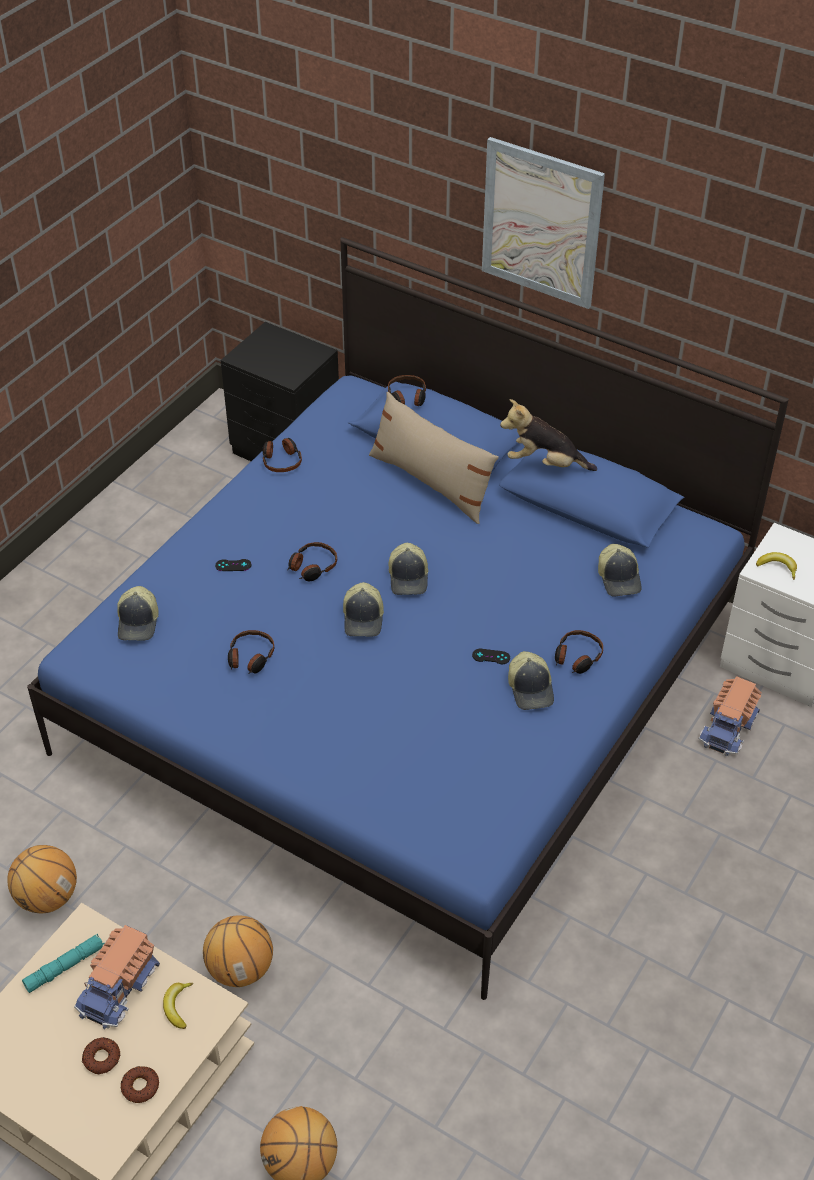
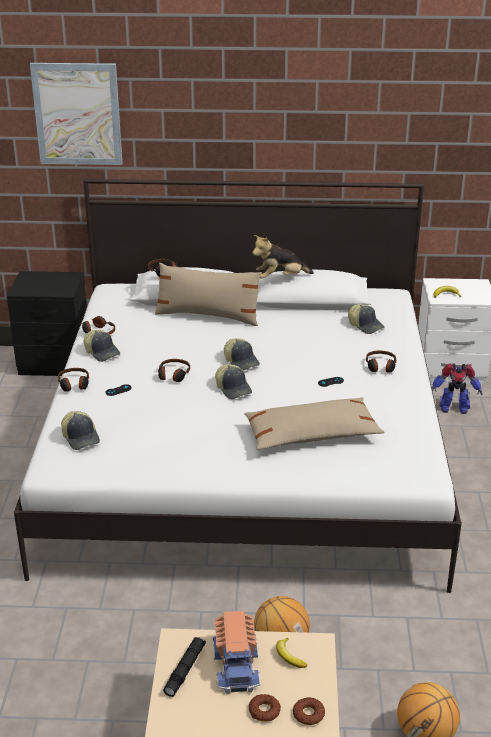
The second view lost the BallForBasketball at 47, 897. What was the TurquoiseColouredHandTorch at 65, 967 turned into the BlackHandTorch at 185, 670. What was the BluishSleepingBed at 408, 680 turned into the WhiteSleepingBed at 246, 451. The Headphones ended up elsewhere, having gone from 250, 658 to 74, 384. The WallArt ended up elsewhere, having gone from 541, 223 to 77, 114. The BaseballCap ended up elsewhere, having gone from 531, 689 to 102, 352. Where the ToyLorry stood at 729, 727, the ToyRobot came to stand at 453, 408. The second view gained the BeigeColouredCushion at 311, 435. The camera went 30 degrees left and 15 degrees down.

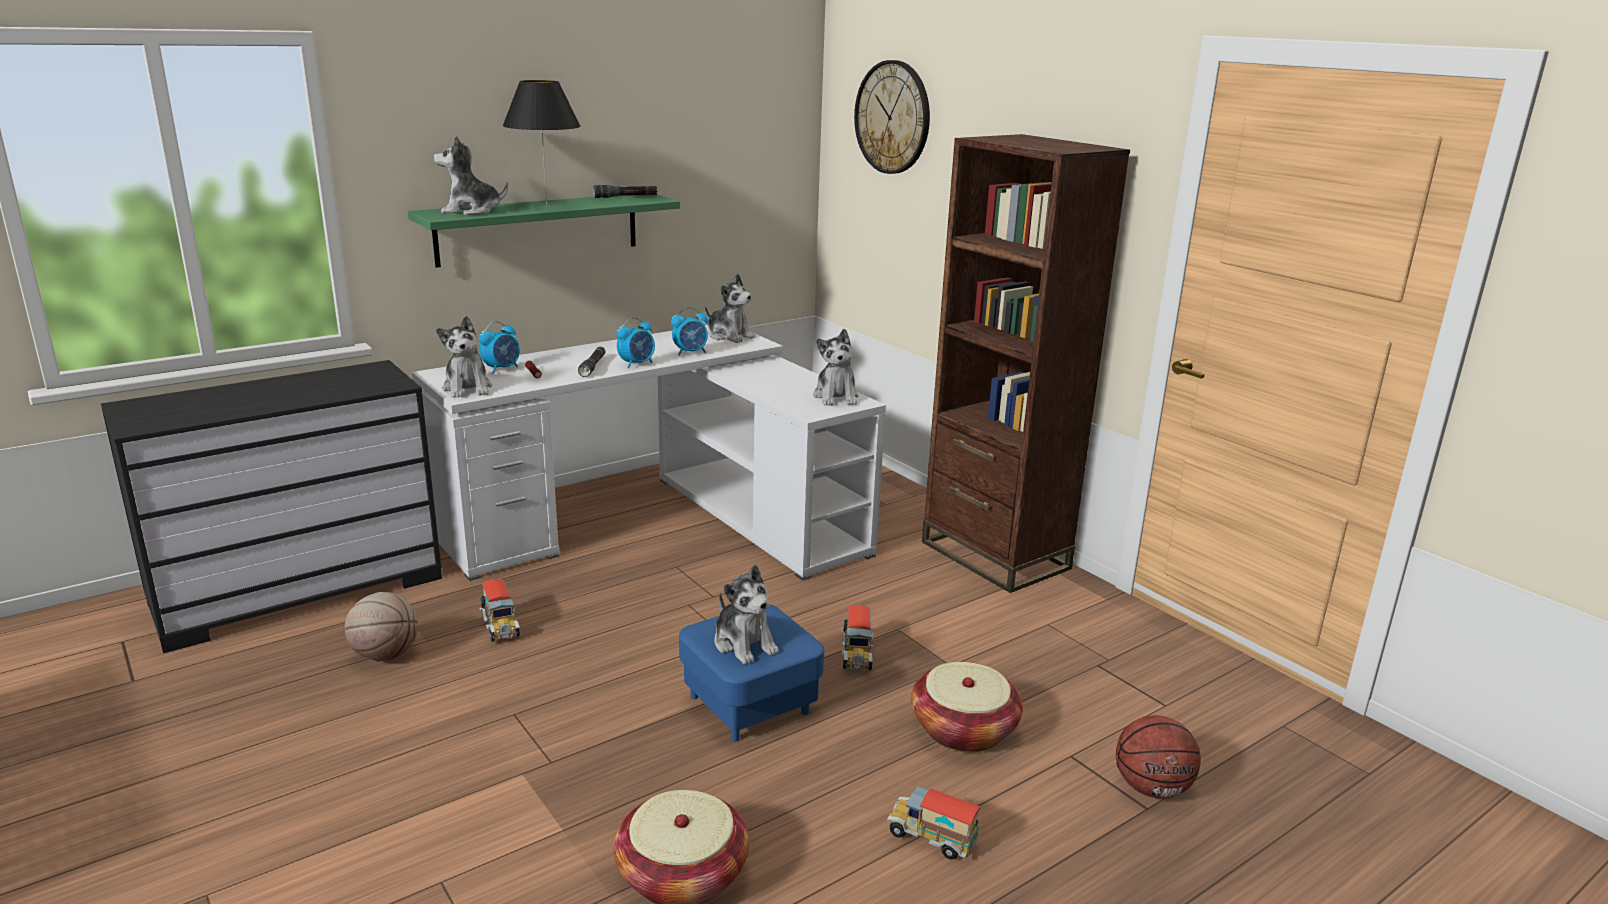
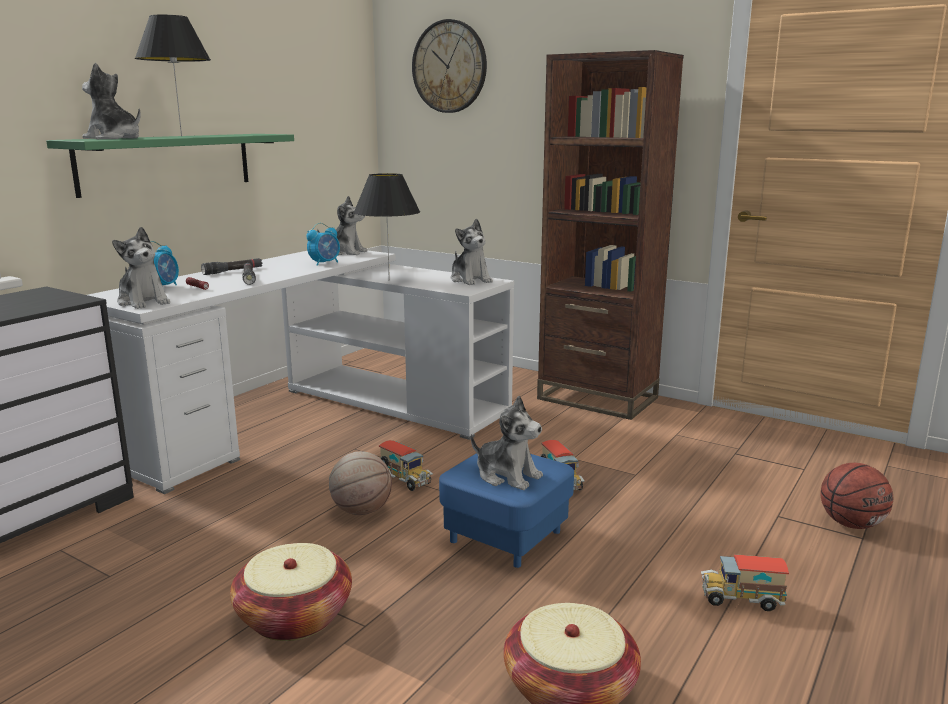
The BallForBasketball ended up elsewhere, having gone from 386, 655 to 361, 510. The PlushToy at 471, 211 ended up facing another way, 45 degrees clockwise from before. The ToyLorry ended up elsewhere, having gone from 500, 628 to 404, 481. The BlackHandTorch ended up elsewhere, having gone from 625, 197 to 233, 271. The second view lost the AlarmClock at 637, 364. The Basket ended up elsewhere, having gone from 963, 730 to 294, 617. The second view gained the BlackLampForATable at 389, 280. The camera went 20 degrees left and 5 degrees down.

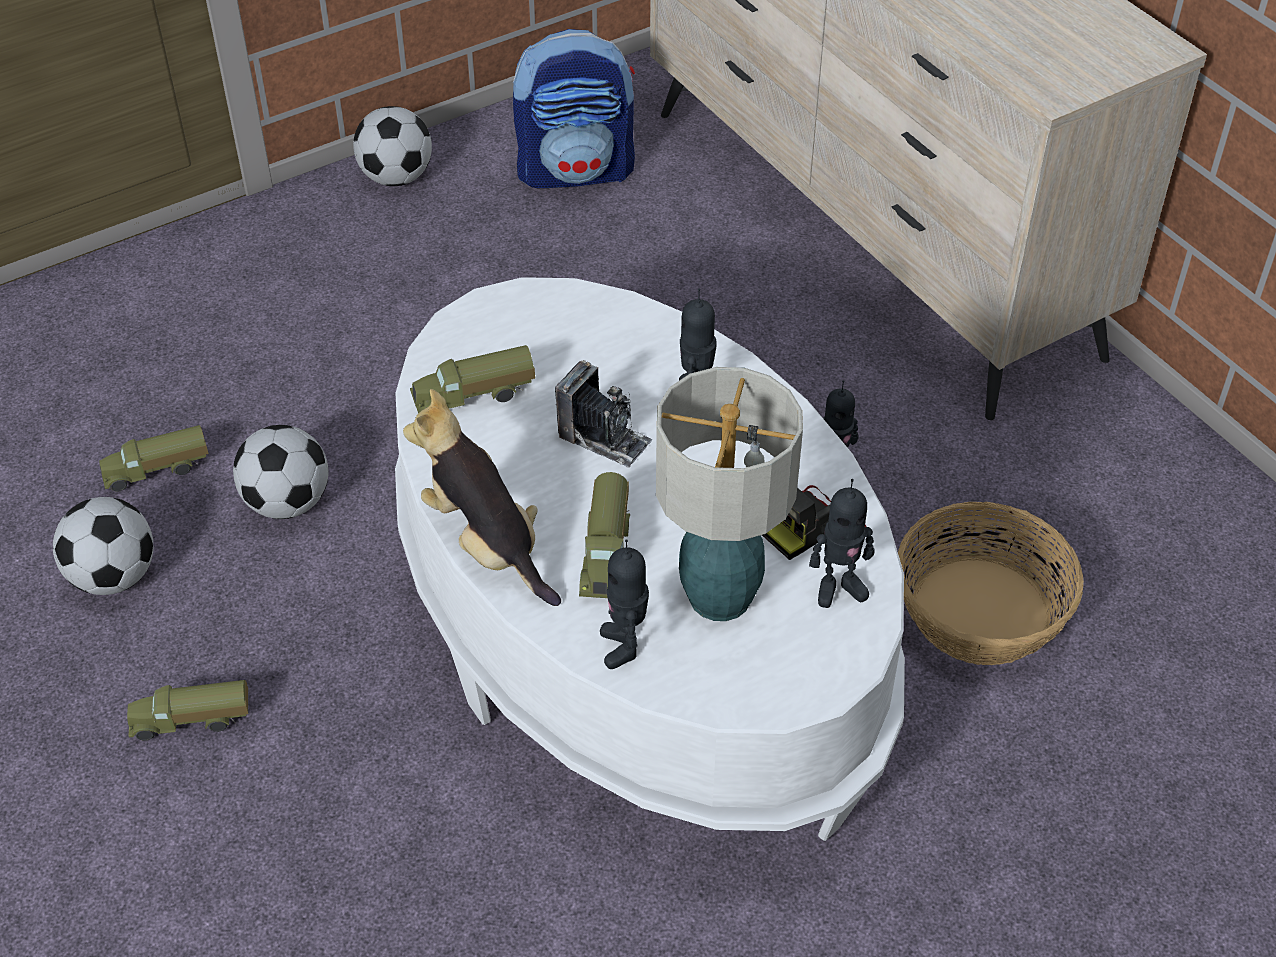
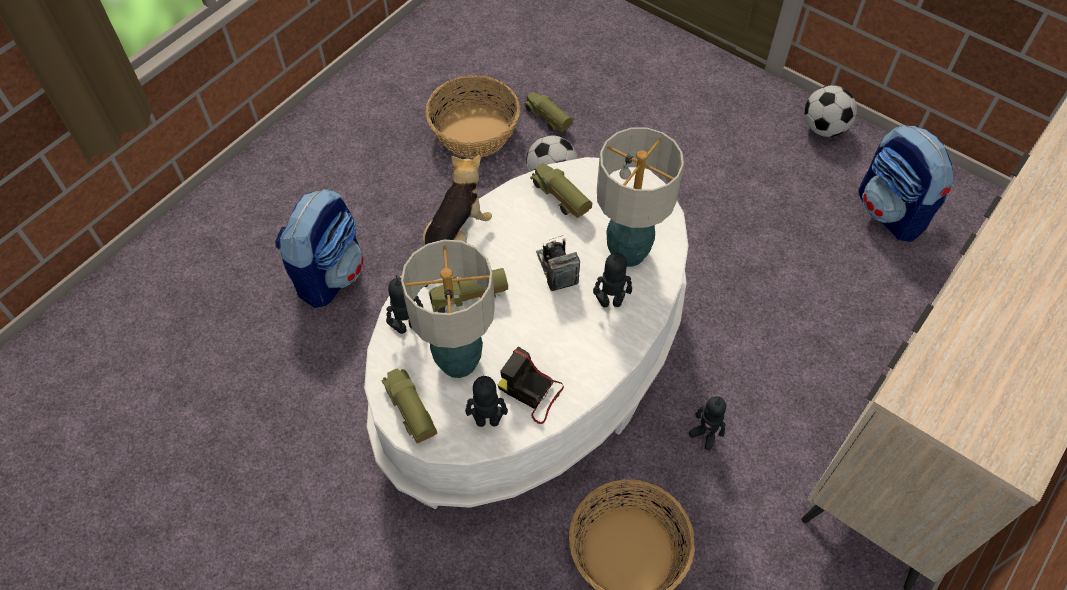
Where the Football stood at 114, 576, the Basket came to stand at 475, 131. The ToyLorry ended up elsewhere, having gone from 192, 722 to 410, 411. The StillCamera at 604, 438 ended up facing another way, 150 degrees clockwise from before. The ToyRobot at 838, 588 ended up facing another way, 120 degrees clockwise from before. The second view gained the Knapsack at 330, 274. The second view gained the LampForATable at 627, 252. The camera went 70 degrees right and 10 degrees up.

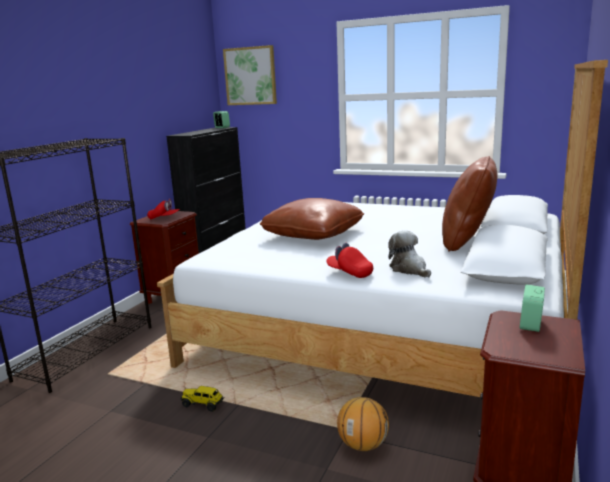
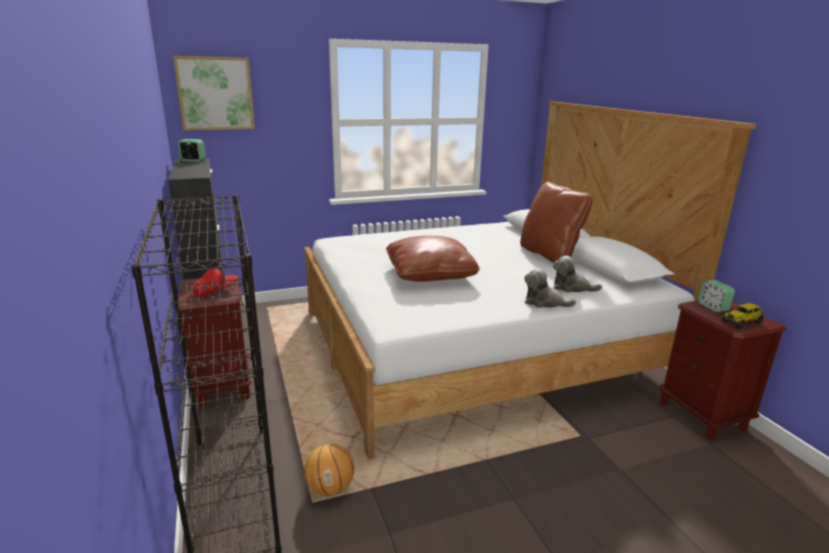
The ToyLorry ended up elsewhere, having gone from 203, 404 to 741, 322. Where the RedBaseballCap stood at 349, 273, the PlushToy came to stand at 544, 302. The BallForBasketball ended up elsewhere, having gone from 363, 445 to 330, 488. The camera went 45 degrees left and 5 degrees up.

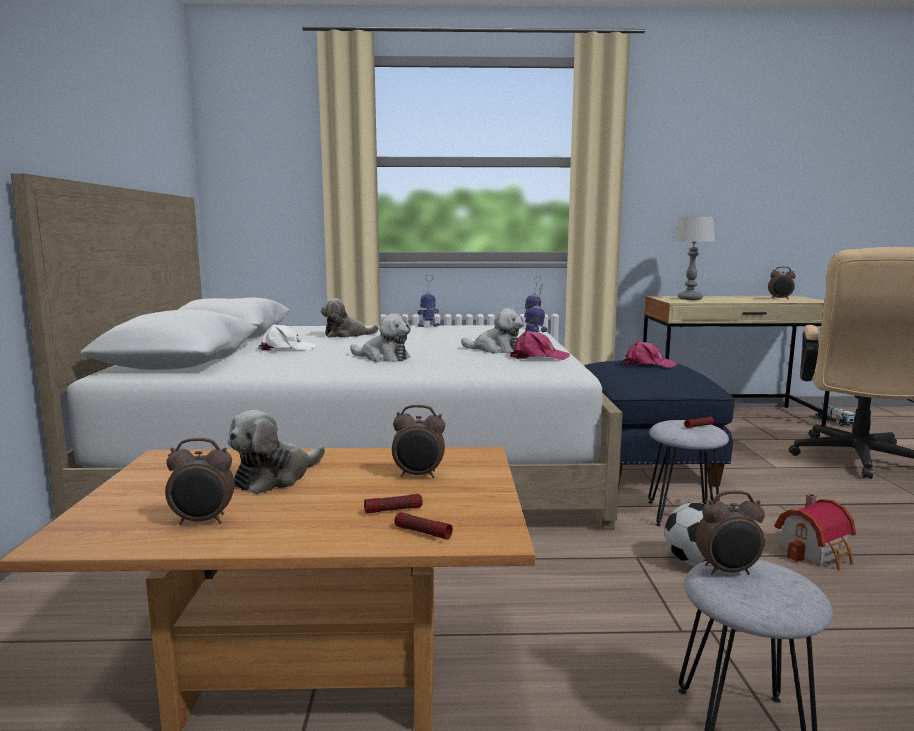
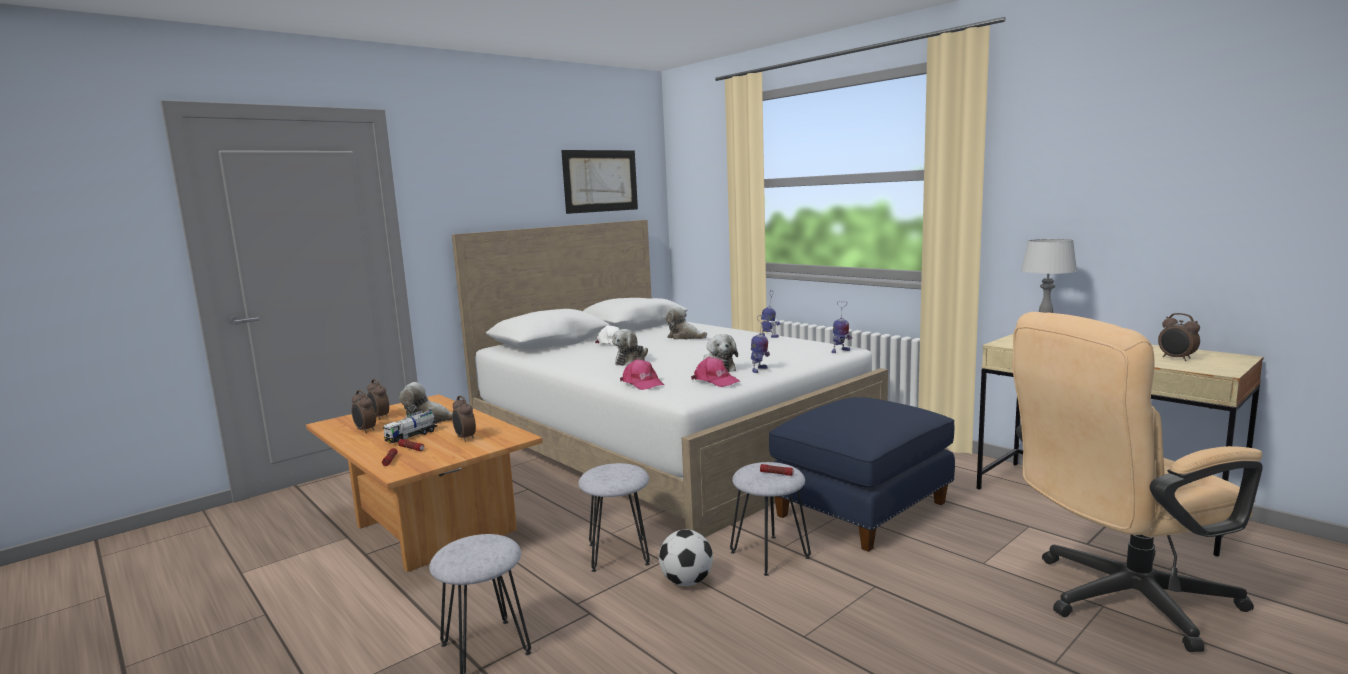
The PlushToy at 383, 358 ended up facing another way, 45 degrees clockwise from before. The PinkishBaseballCap ended up elsewhere, having gone from 648, 364 to 642, 383. The AlarmClock ended up elsewhere, having gone from 727, 572 to 379, 417. The second view lost the ModelHouse at 816, 553. The ToyLorry ended up elsewhere, having gone from 834, 421 to 412, 436. The second view gained the WallArt at 600, 181. The second view gained the GreySittingStool at 619, 554. The camera went 50 degrees right and 0 degrees up.

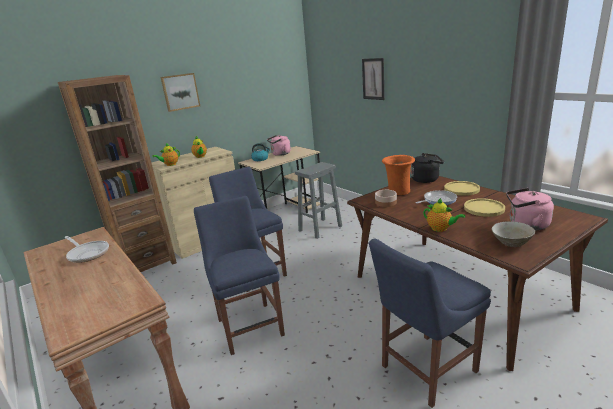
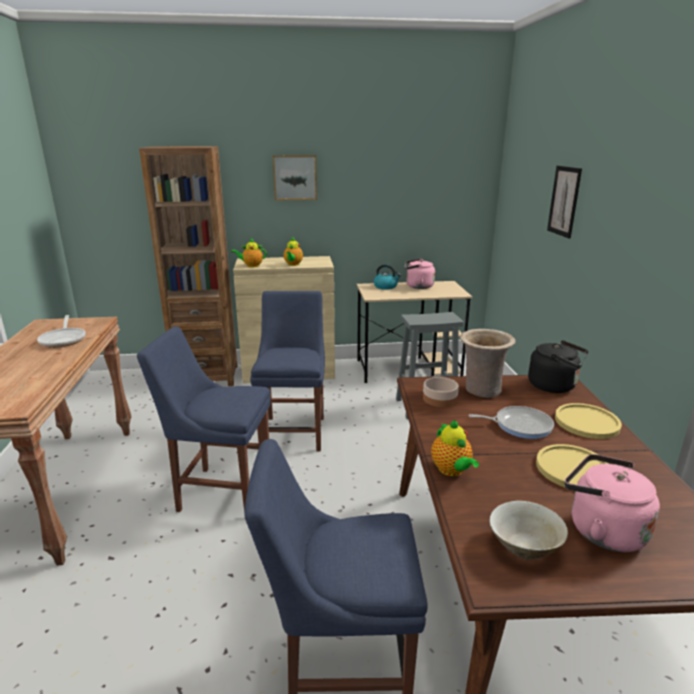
The BluishChair at 249, 325 ended up facing another way, 90 degrees counterclockwise from before. What was the OrangeColouredFlowerVase at 398, 192 turned into the BeigeColouredFlowerVase at 481, 390. The camera went 30 degrees right and 0 degrees up.

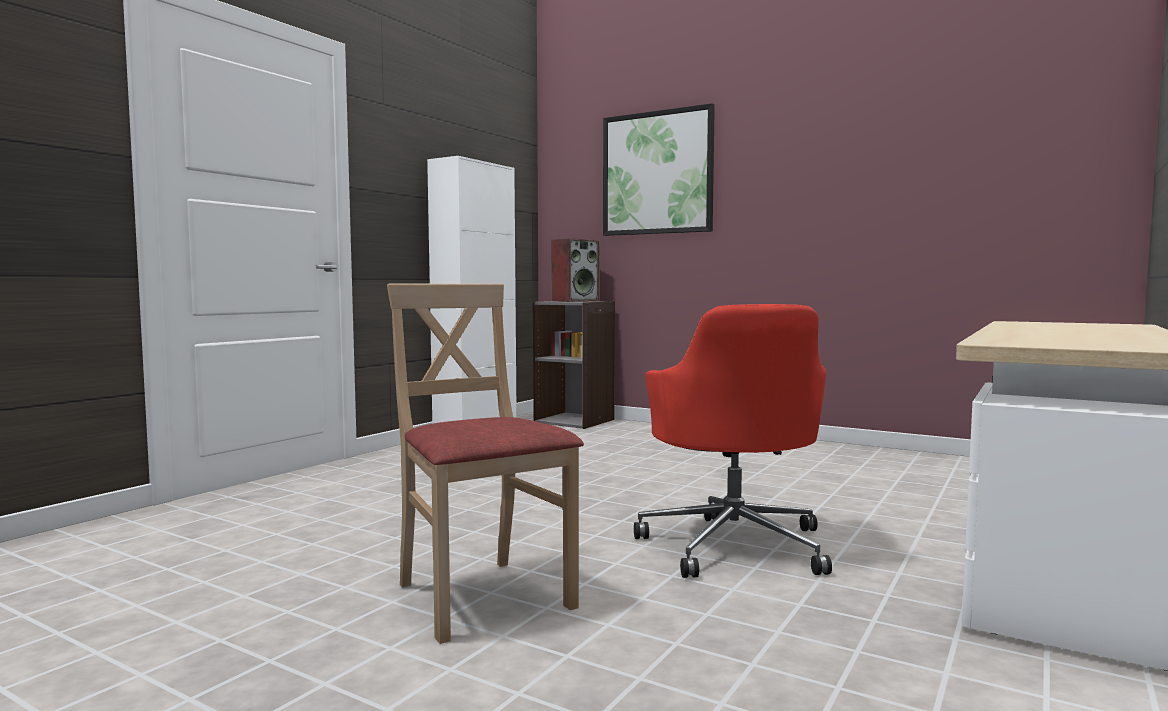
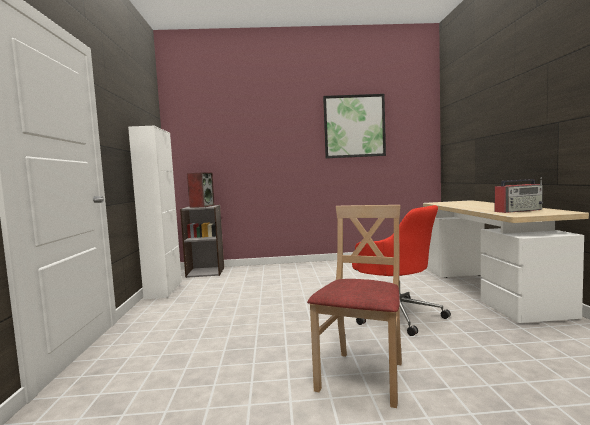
The BeigeColouredChair at 482, 597 ended up facing another way, 90 degrees clockwise from before. The WallArt ended up elsewhere, having gone from 657, 173 to 354, 126. The second view gained the RadioReceiver at 518, 210. The camera went 35 degrees left and 0 degrees up.

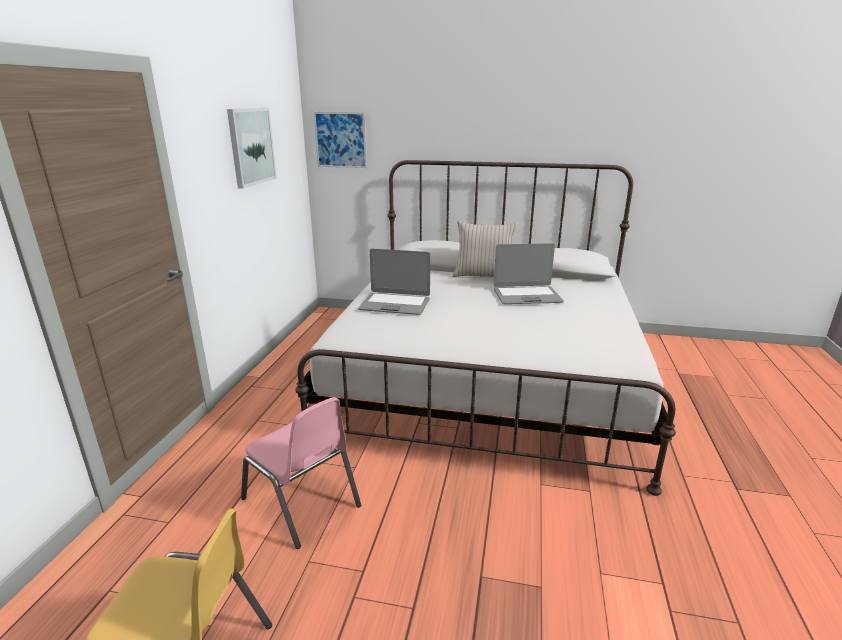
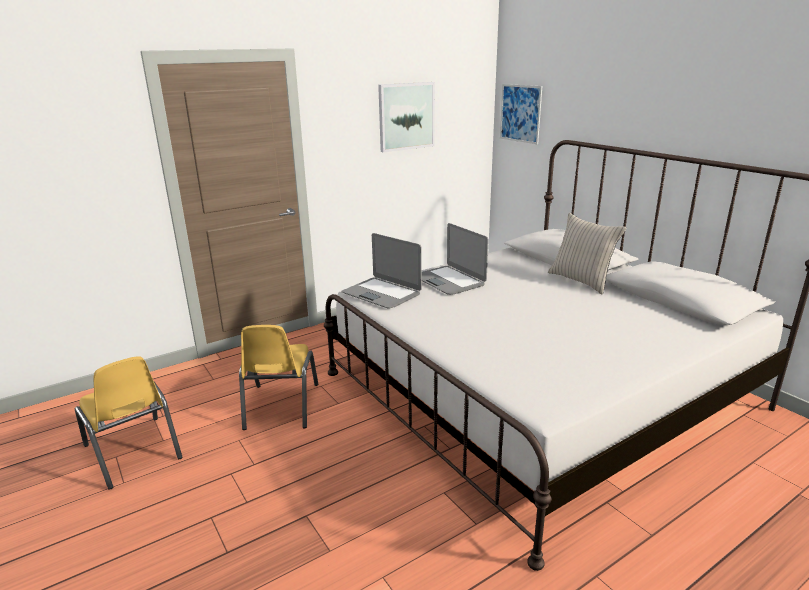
What was the PinkishChair at 302, 502 turned into the YellowishChair at 281, 406. The NotebookComputer ended up elsewhere, having gone from 527, 296 to 382, 293. The camera went 45 degrees right and 0 degrees up.

